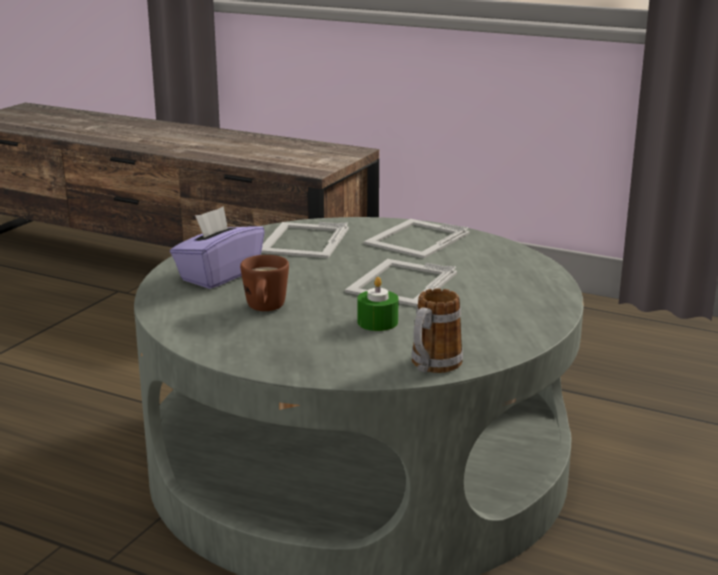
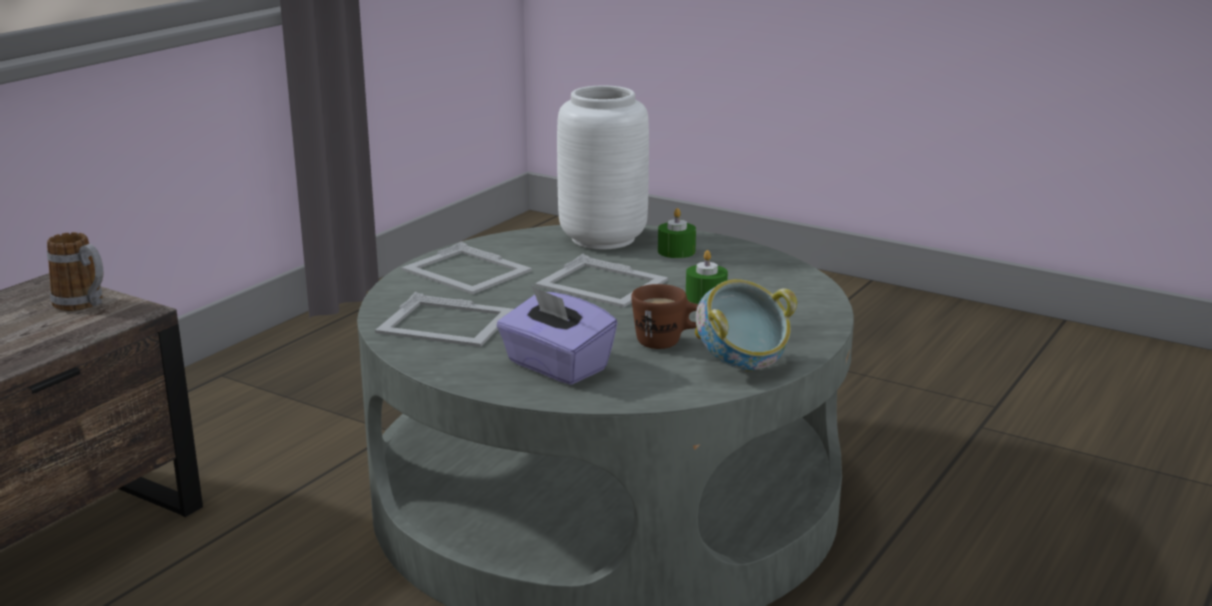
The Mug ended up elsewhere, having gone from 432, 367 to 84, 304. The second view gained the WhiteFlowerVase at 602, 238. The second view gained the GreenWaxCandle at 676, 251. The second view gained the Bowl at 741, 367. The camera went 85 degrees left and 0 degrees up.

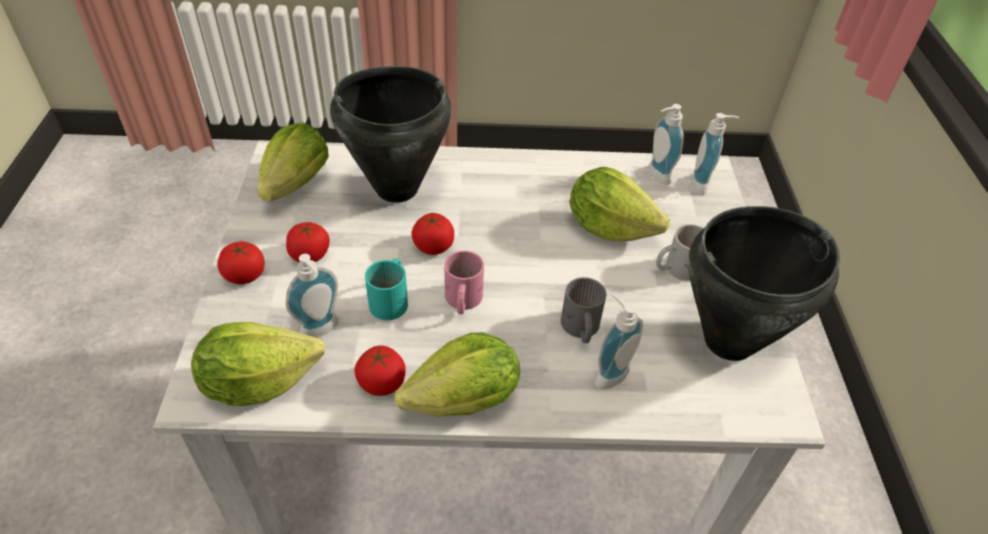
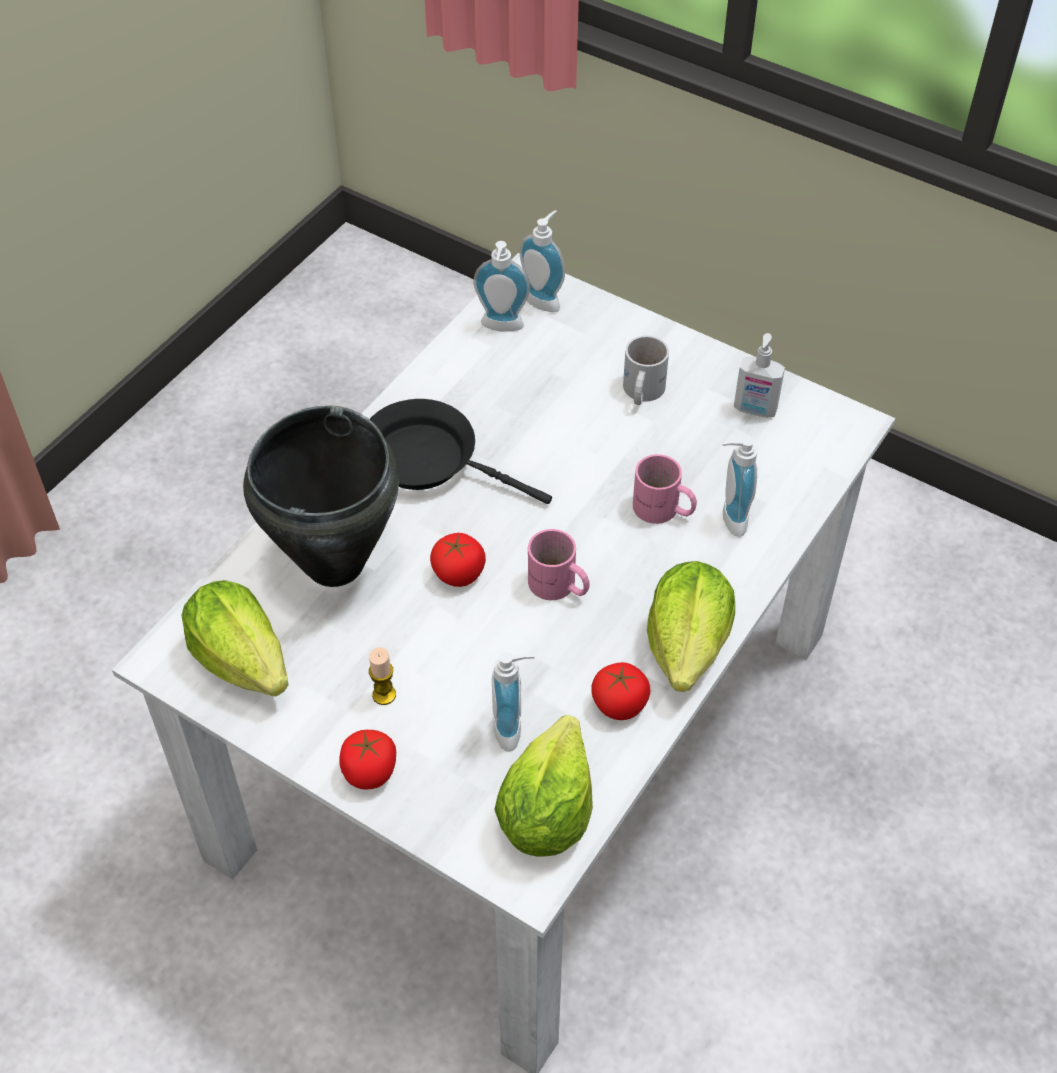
Where the Tomato stood at 310, 255, the WaxCandle came to stand at 384, 695. The second view lost the TurquoiseColouredMug at 392, 299. What was the GreyMug at 579, 328 turned into the PinkishMug at 662, 511. The second view lost the LettuceHead at 609, 227. Where the BlackSaucepot stood at 730, 341, the SoapDispenser came to stand at 755, 410. The second view gained the BlackPan at 429, 460. The camera went 55 degrees left and 5 degrees up.

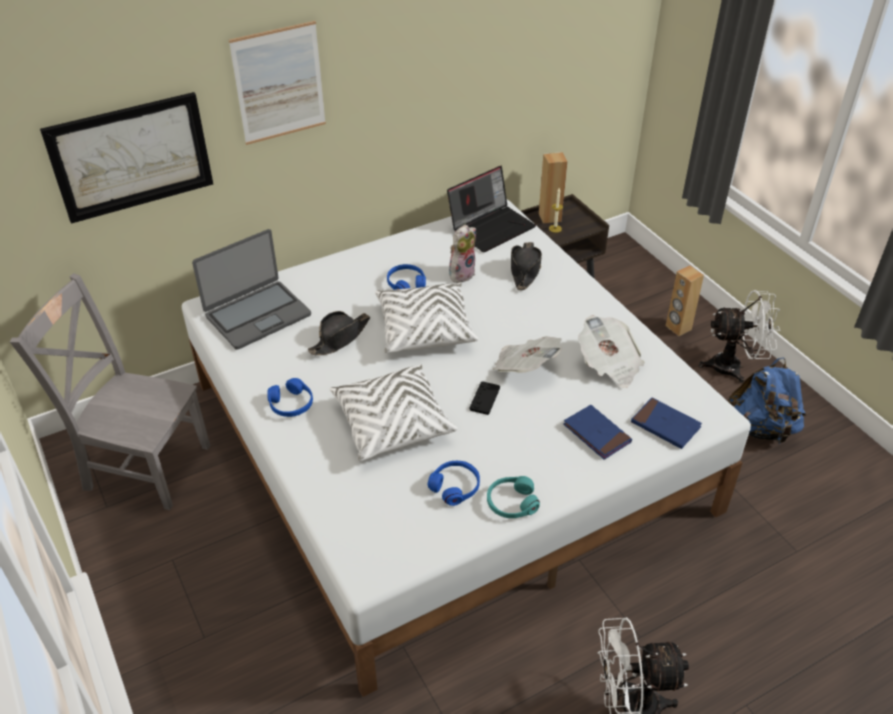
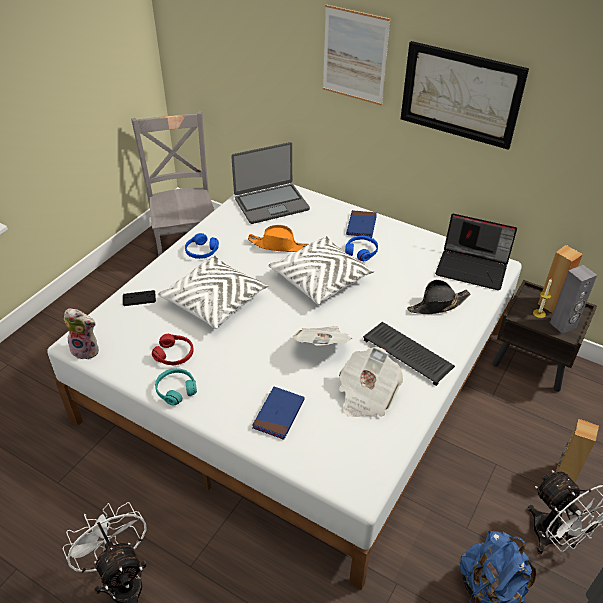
The WallArt ended up elsewhere, having gone from 131, 156 to 461, 94. The NotebookComputer at 257, 315 ended up facing another way, 45 degrees counterclockwise from before. What was the BlackHat at 340, 338 turned into the OrangeColouredHat at 278, 245. What was the BluishHeadphones at 455, 486 turned into the RedHeadphones at 174, 354. The PlushToy ended up elsewhere, having gone from 461, 273 to 87, 350. The BlackGamepad ended up elsewhere, having gone from 484, 398 to 139, 299. The BluishVolume ended up elsewhere, having gone from 665, 425 to 361, 225. The second view gained the ComputerKeyboard at 409, 353. The second view gained the GreySpeaker at 563, 325. The camera went 60 degrees right and 0 degrees up.

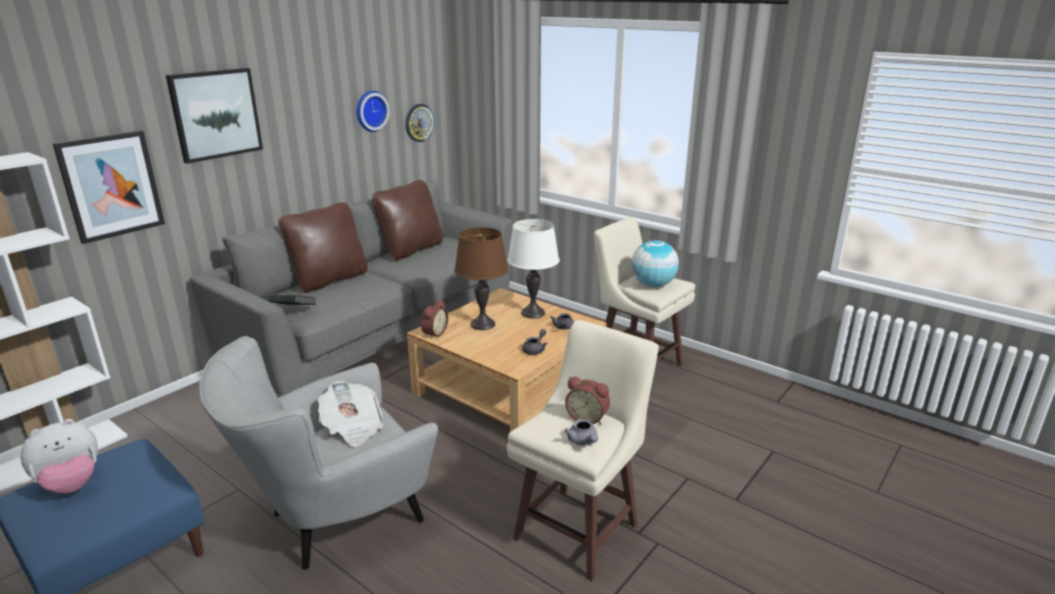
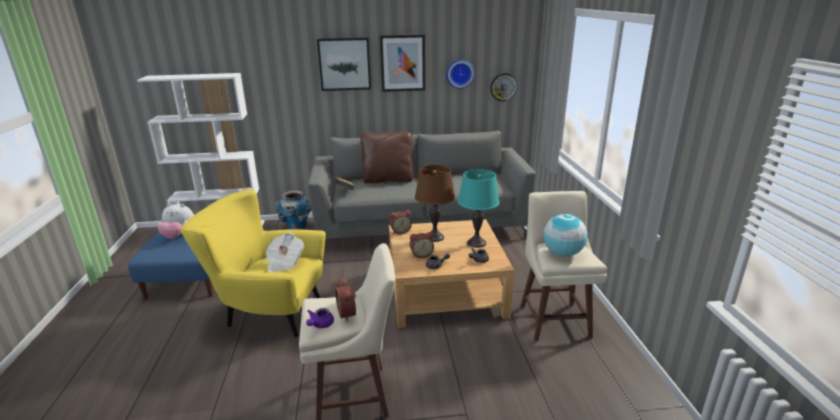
The WallArt ended up elsewhere, having gone from 111, 186 to 402, 63. What was the GreyEasyChair at 336, 521 turned into the YellowishEasyChair at 268, 313. The second view lost the BrownColouredCushion at 411, 250. What was the WhiteLampForATable at 533, 313 turned into the TurquoiseColouredLampForATable at 476, 243. What was the GreyTeapot at 583, 442 turned into the PurpleColouredTeapot at 320, 325. The second view gained the PlantPot at 297, 227. The second view gained the AlarmClock at 421, 254. The camera went 45 degrees right and 0 degrees up.

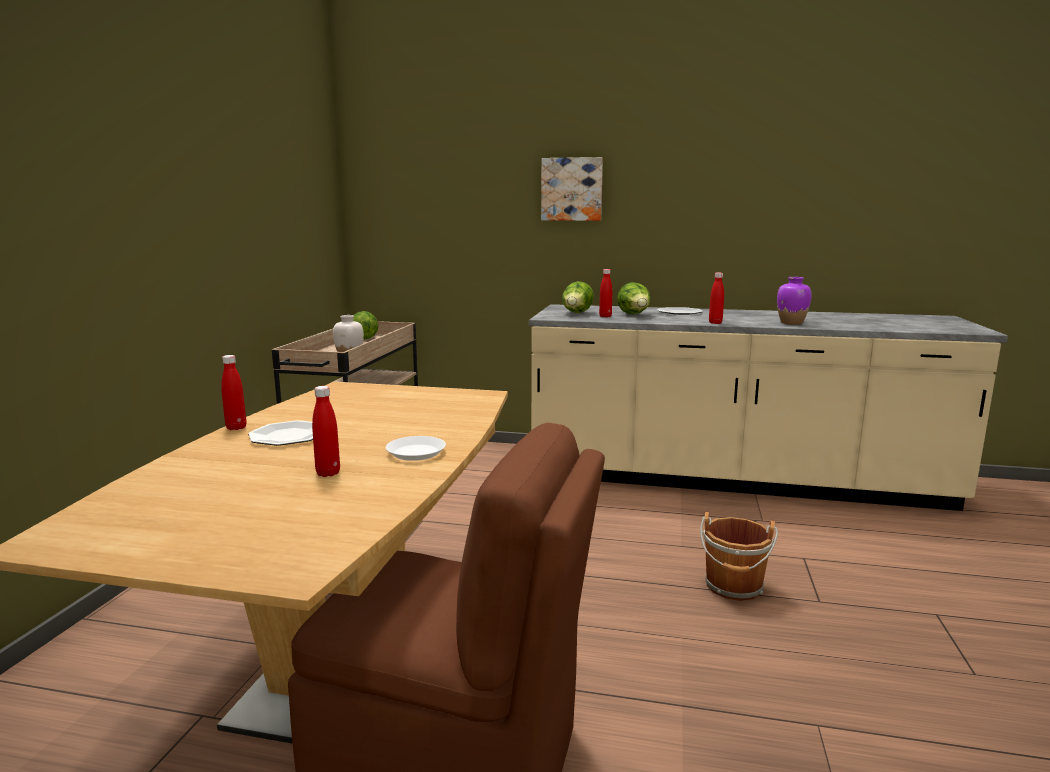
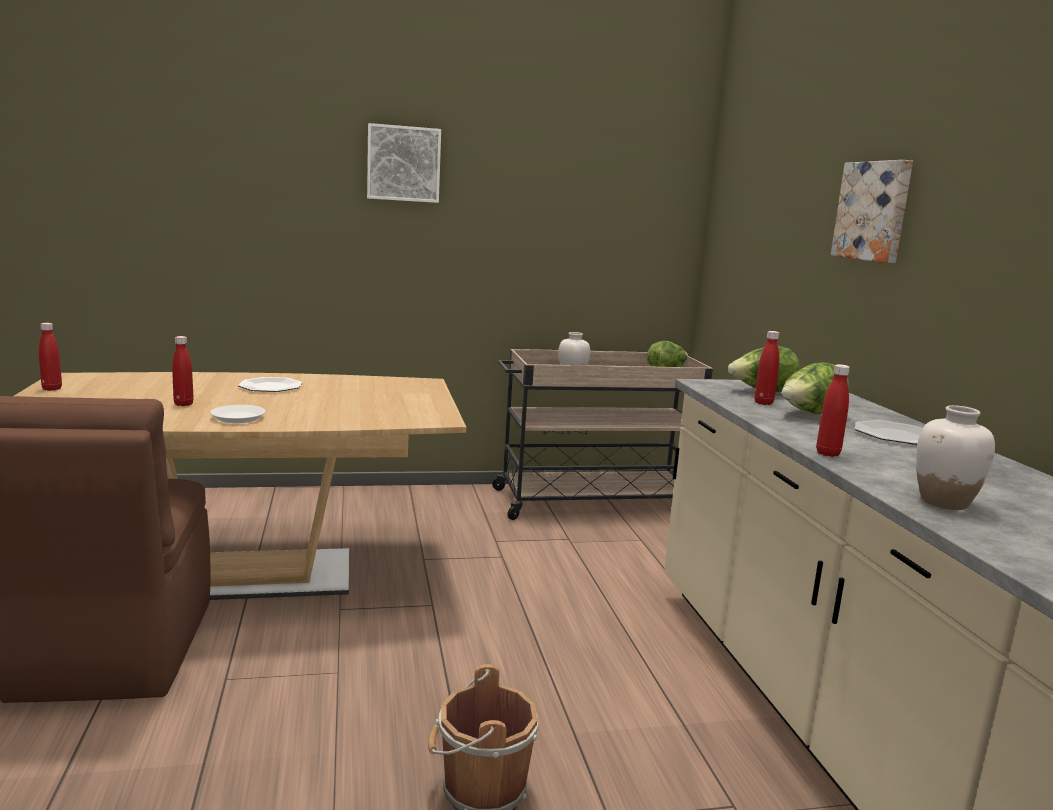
The RedDrinkBottle ended up elsewhere, having gone from 236, 428 to 52, 389. What was the PurpleColouredFlowerVase at 791, 323 turned into the WhiteFlowerVase at 944, 503. The second view gained the WallArt at 403, 164. The camera went 65 degrees right and 0 degrees up.

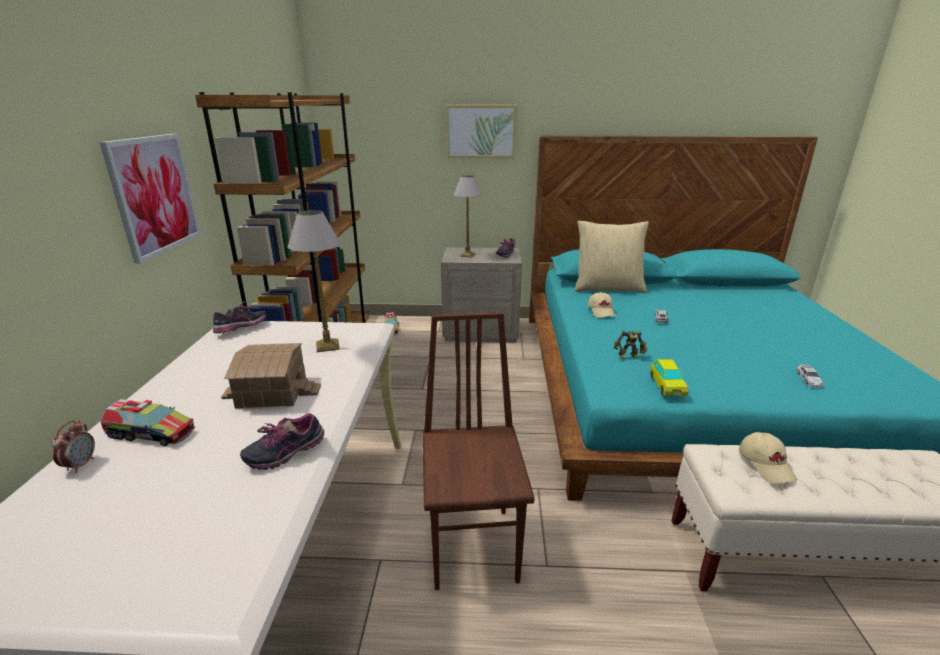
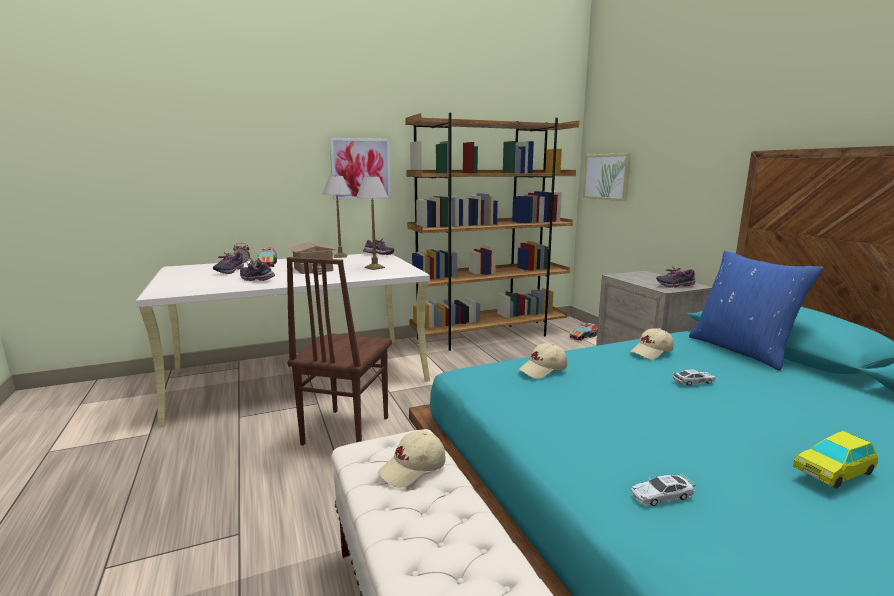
The BrownColouredChair at 474, 545 ended up facing another way, 135 degrees clockwise from before. The WallArt ended up elsewhere, having gone from 481, 131 to 606, 177. The LampForATable ended up elsewhere, having gone from 468, 255 to 340, 256. What was the BeigeColouredCushion at 608, 288 turned into the BluishCushion at 741, 350. Where the ToyRobot stood at 629, 357, the BeigeColouredBaseballCap came to stand at 543, 370. The ModelCar ended up elsewhere, having gone from 667, 386 to 833, 472. The second view gained the Shoe at 229, 272. The camera went 65 degrees right and 10 degrees down.

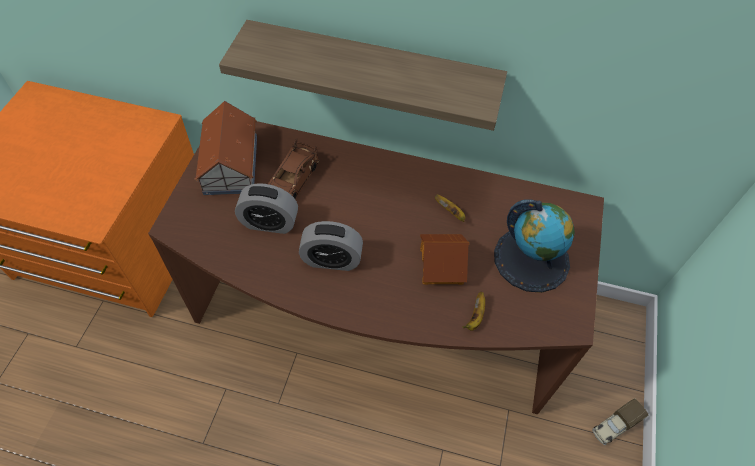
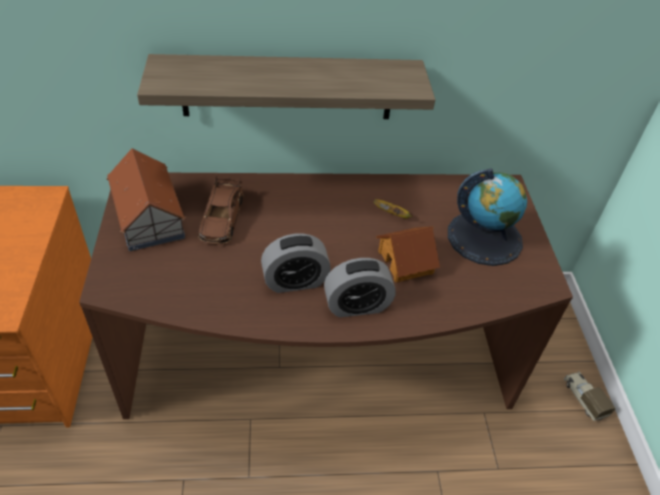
The AlarmClock ended up elsewhere, having gone from 269, 223 to 357, 306. The second view lost the WholeBanana at 475, 317. The ToyLorry at 614, 426 ended up facing another way, 120 degrees clockwise from before. The camera went 20 degrees left and 10 degrees down.

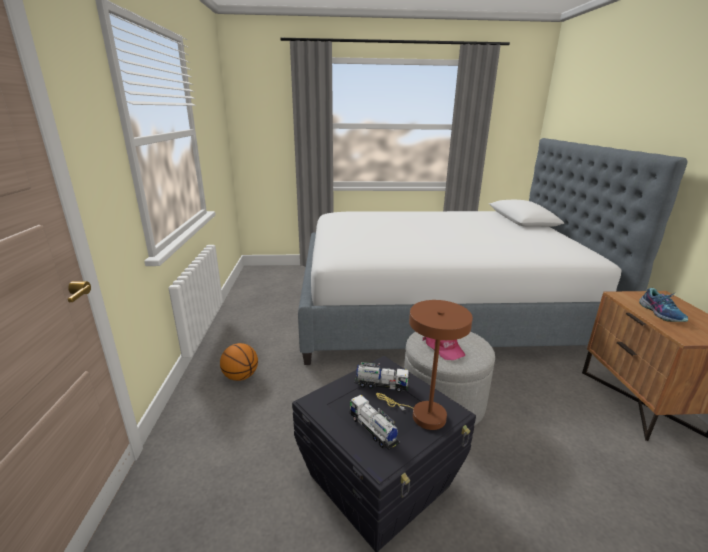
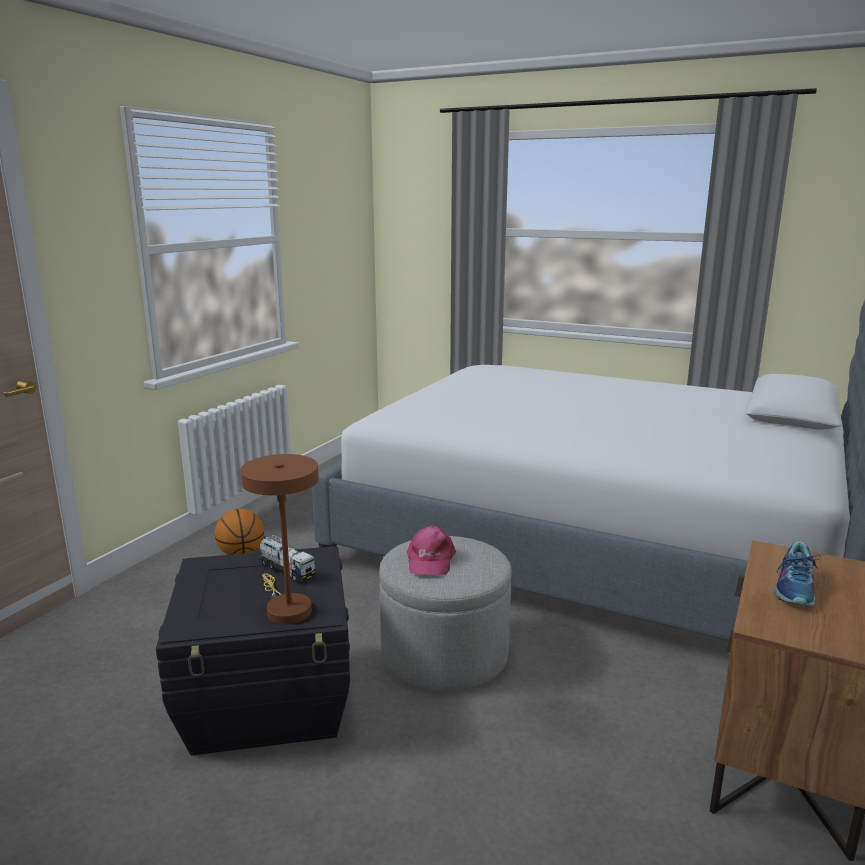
The second view lost the ToyLorry at 373, 429. The camera went 30 degrees right and 5 degrees down.

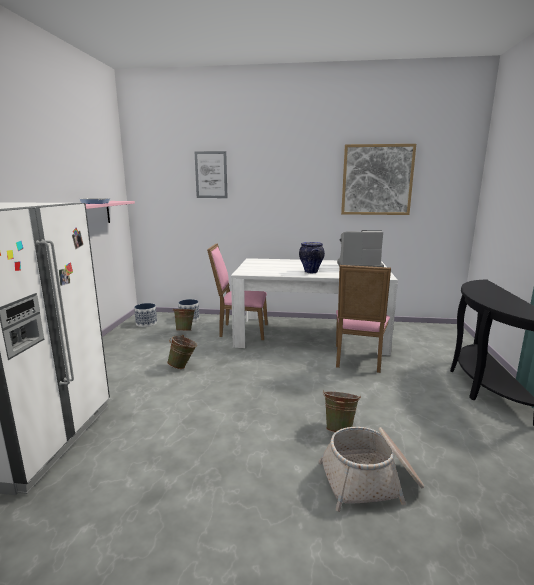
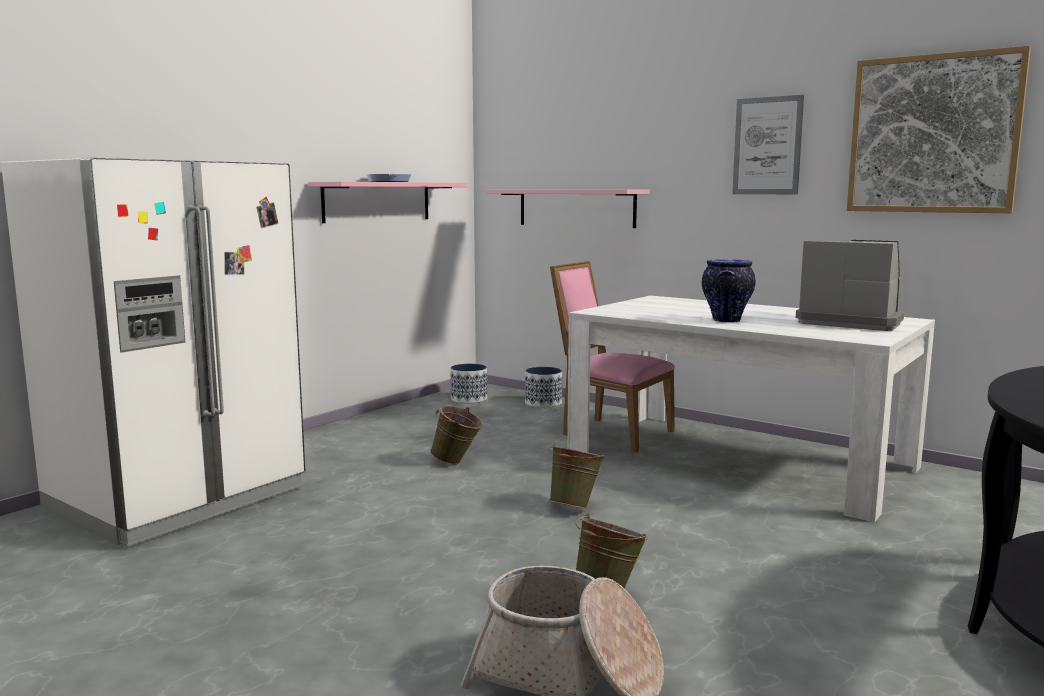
The GreenWaterBucket ended up elsewhere, having gone from 185, 331 to 575, 506. The WallArt ended up elsewhere, having gone from 211, 175 to 767, 146. The second view lost the PinkishChair at 358, 360. The second view gained the PinkishShelf at 576, 208. The camera went 30 degrees right and 5 degrees down.

